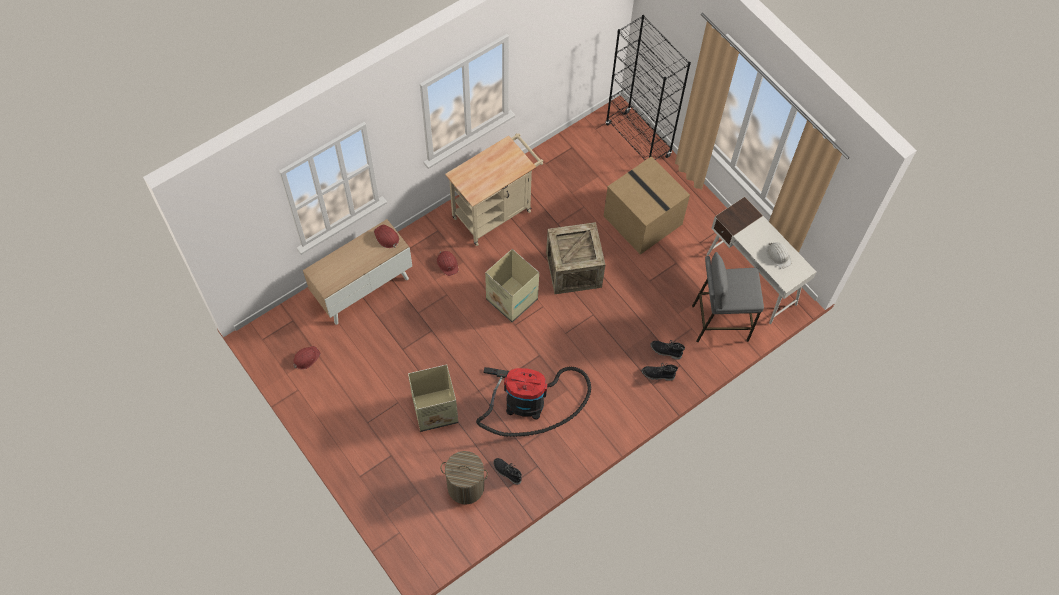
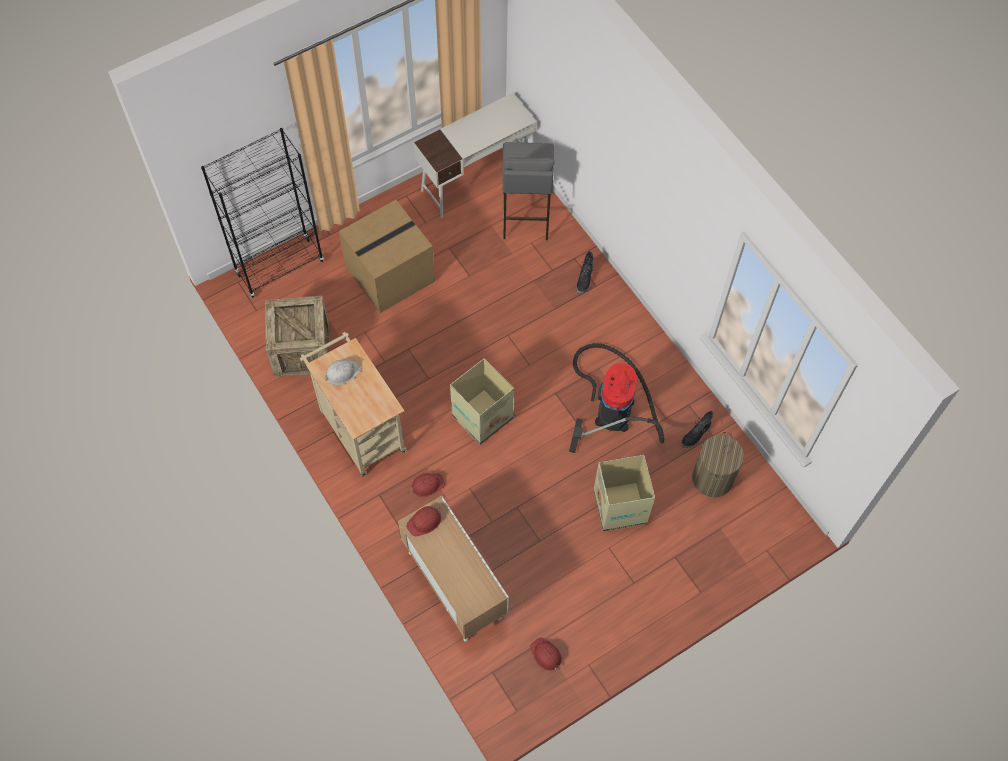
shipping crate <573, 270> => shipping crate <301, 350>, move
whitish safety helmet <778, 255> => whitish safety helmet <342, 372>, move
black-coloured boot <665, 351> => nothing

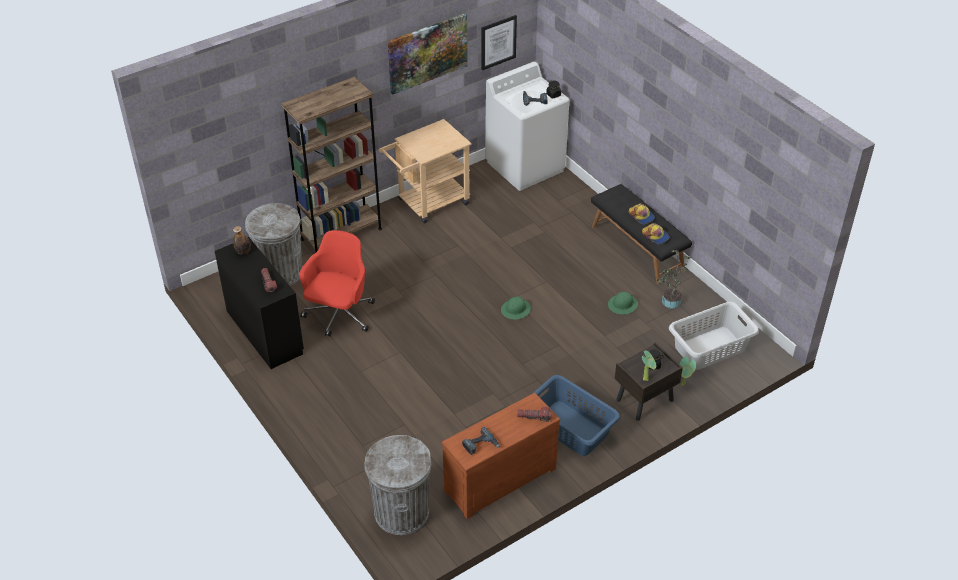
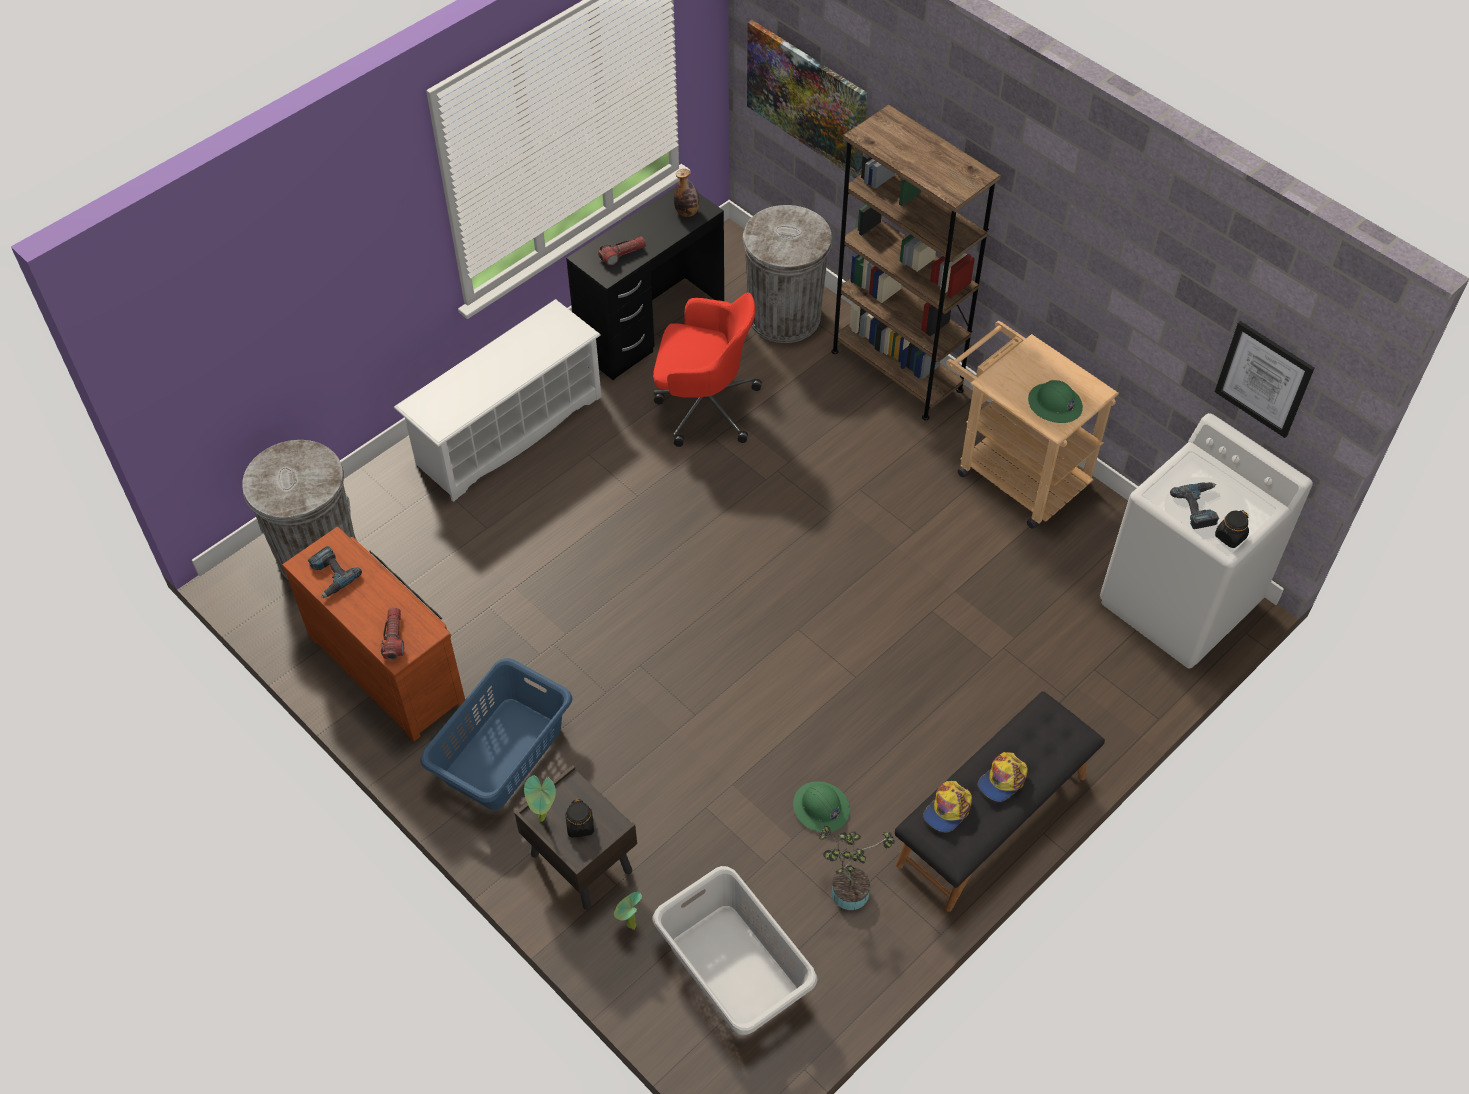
wall art <427, 53> => wall art <806, 98>, move
green safety helmet <516, 310> => green safety helmet <1054, 404>, move
nothing => whitish shoe stand <509, 430>

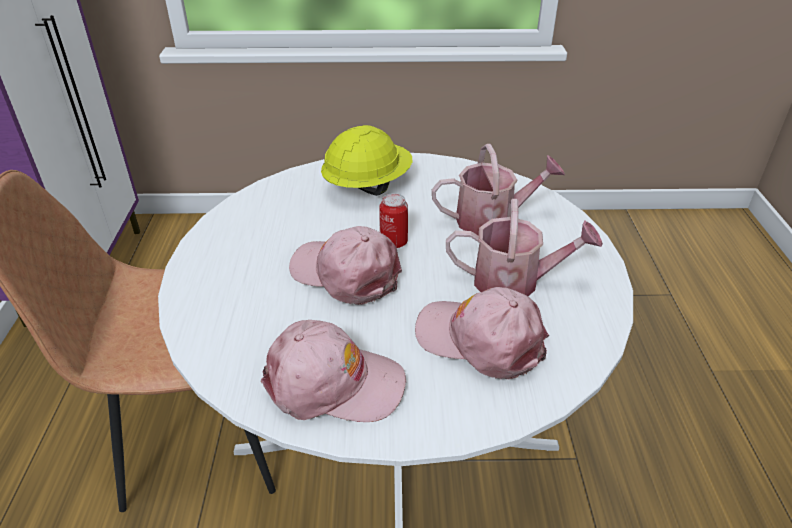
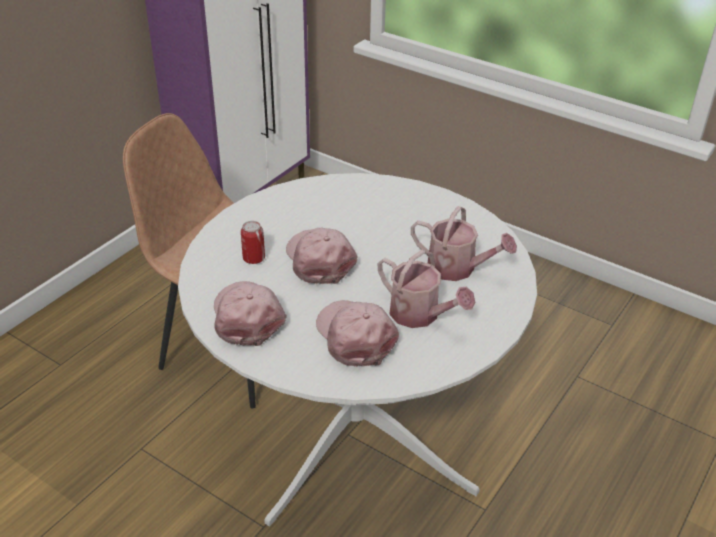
yellow-coloured safety helmet <367, 186> => nothing
sealed can <393, 242> => sealed can <254, 259>, move
pink-coloured peaked cap <333, 383> => pink-coloured peaked cap <247, 317>, 150 degrees counterclockwise

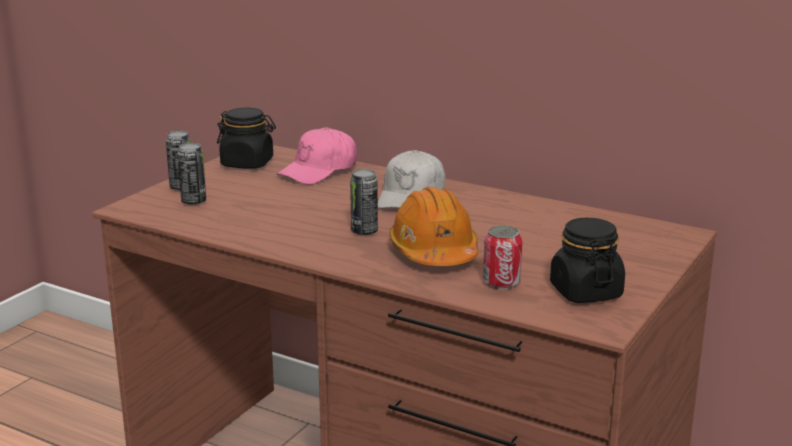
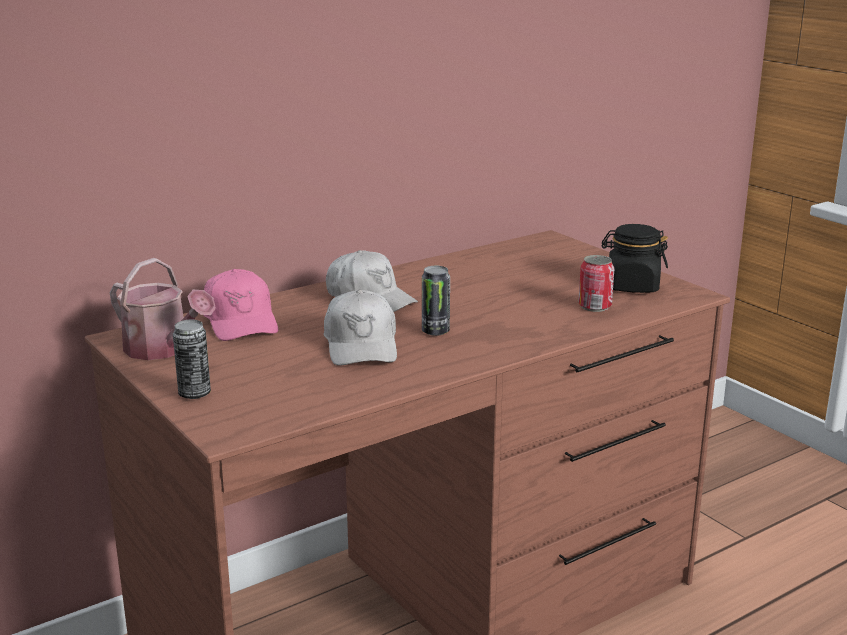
black-coloured jar <247, 163> => sprinkling can <162, 349>
sealed can <193, 201> => nothing
orange safety helmet <434, 252> => nothing
nothing => whitish peaked cap <361, 345>

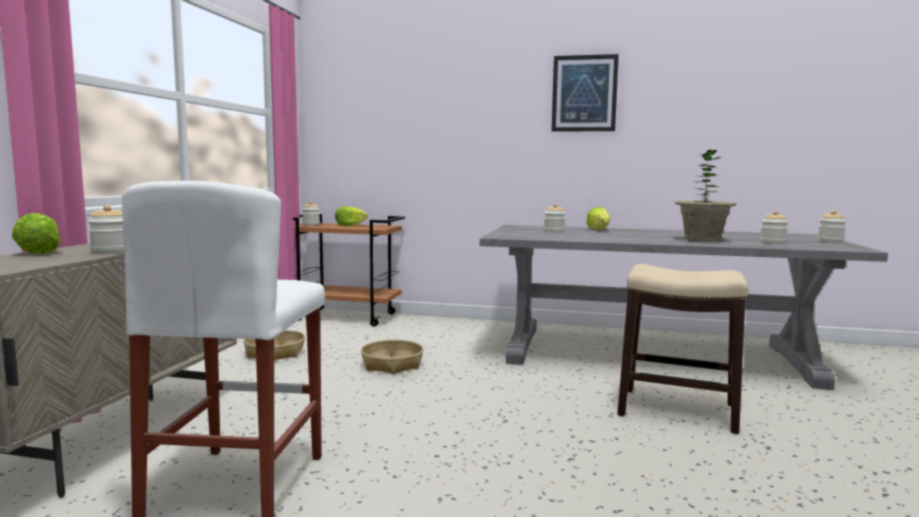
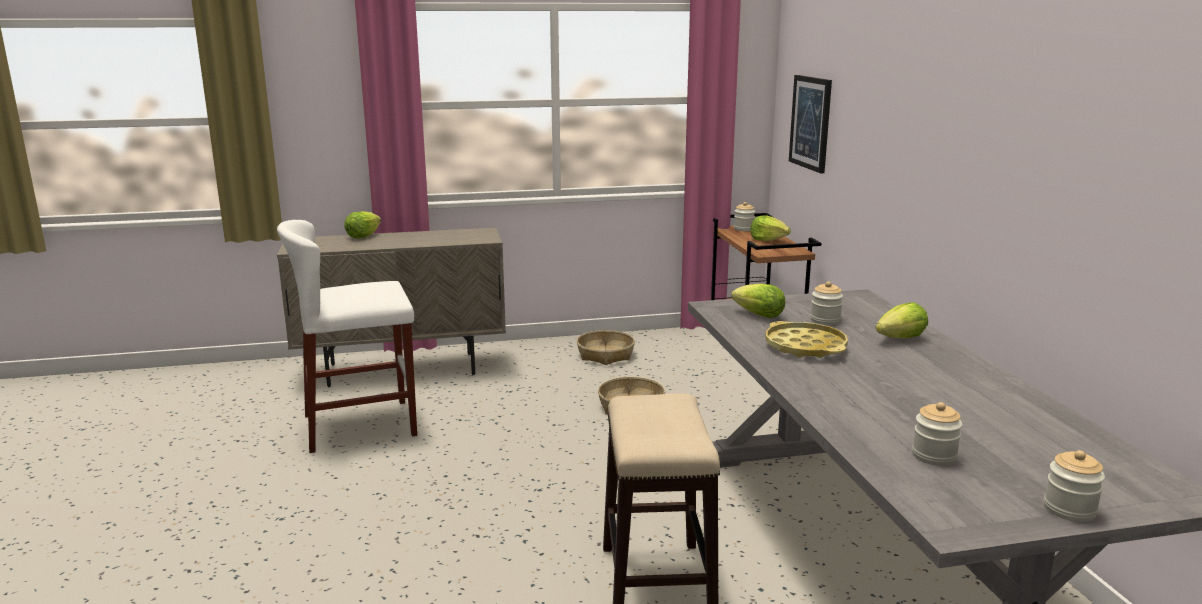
wall art <584, 93> => wall art <811, 122>, move
plant in a pot <702, 240> => nothing
jar <110, 252> => nothing
nothing => lettuce <759, 315>
nothing => yellow-coloured tray <805, 347>

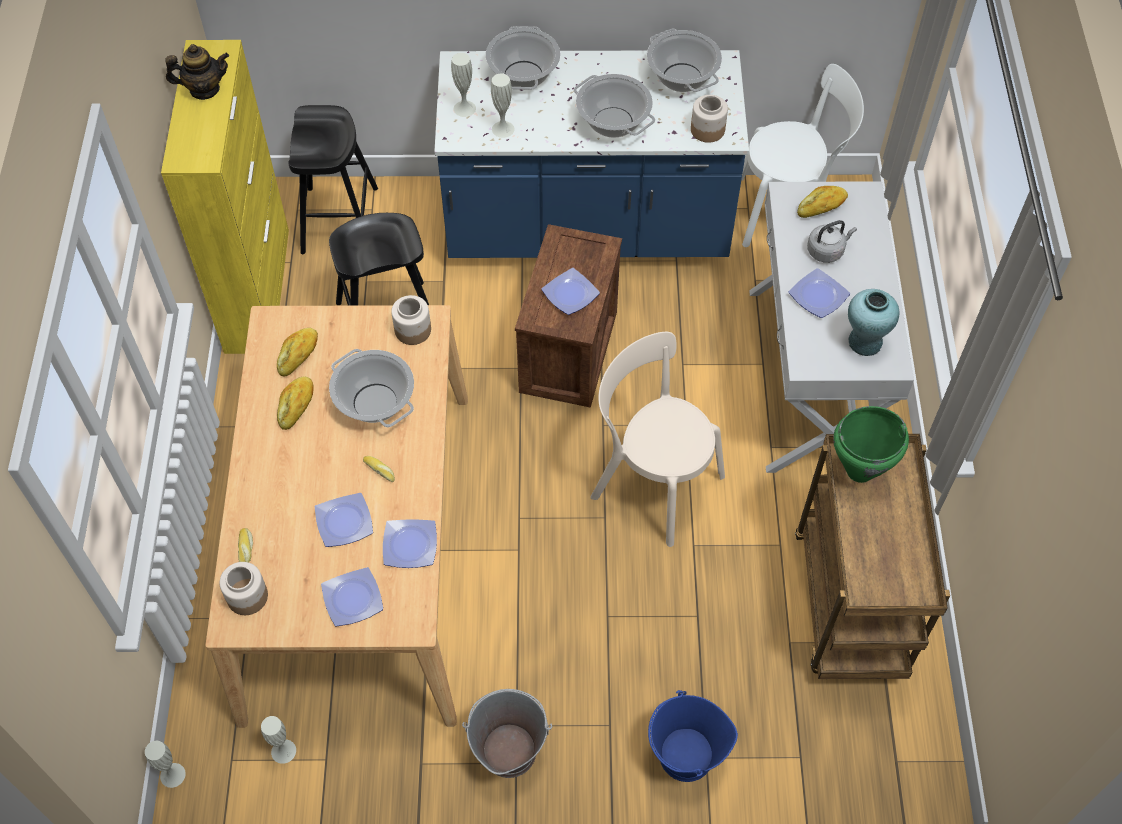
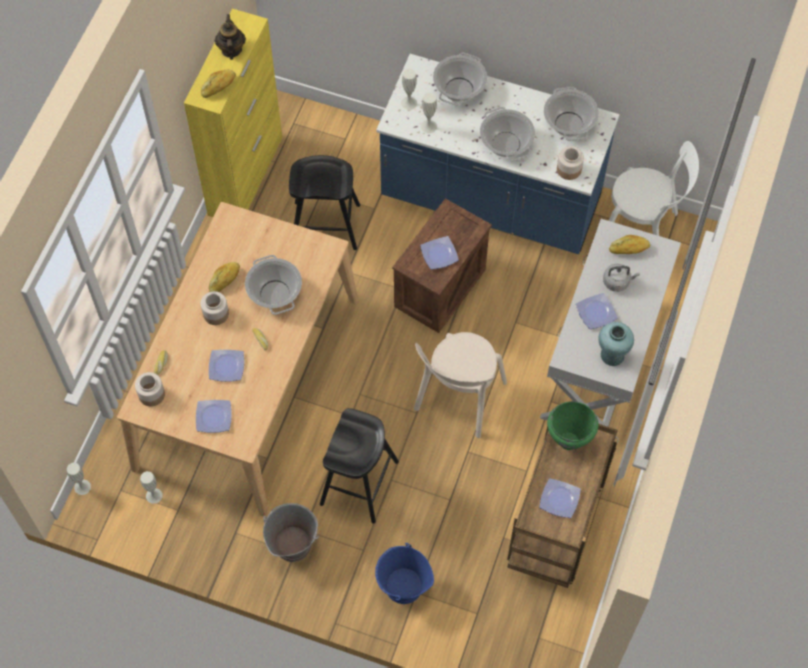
teapot <204, 89> => teapot <231, 50>, 105 degrees counterclockwise
black-coloured sitting stool <339, 220> => black-coloured sitting stool <359, 482>, move
jar <413, 330> => jar <216, 314>, move
baked bread <299, 356> => baked bread <219, 87>, move
beige-coloured plain chair <652, 482> => beige-coloured plain chair <458, 399>, 120 degrees counterclockwise
flat dish <411, 544> => flat dish <560, 499>, move

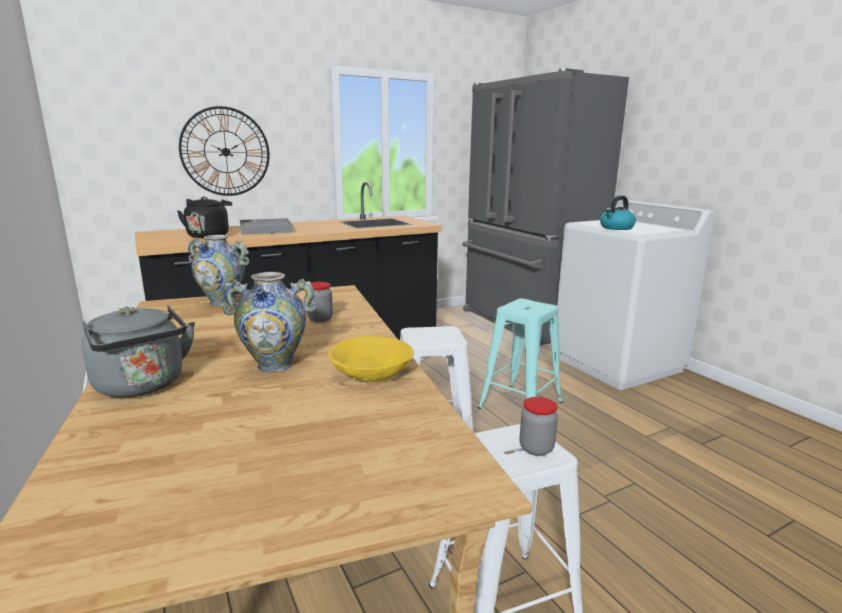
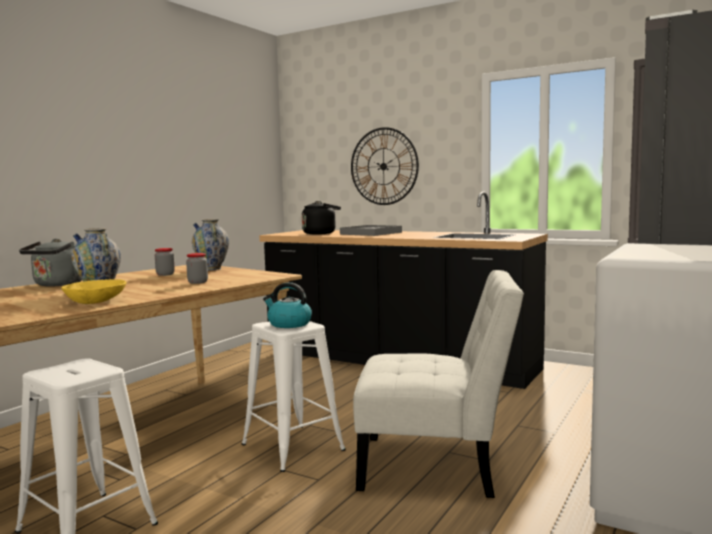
kettle <616, 228> => kettle <289, 324>, move
turquoise-coloured sitting stool <520, 405> => whitish plain chair <436, 466>
jar <536, 448> => jar <165, 274>, move

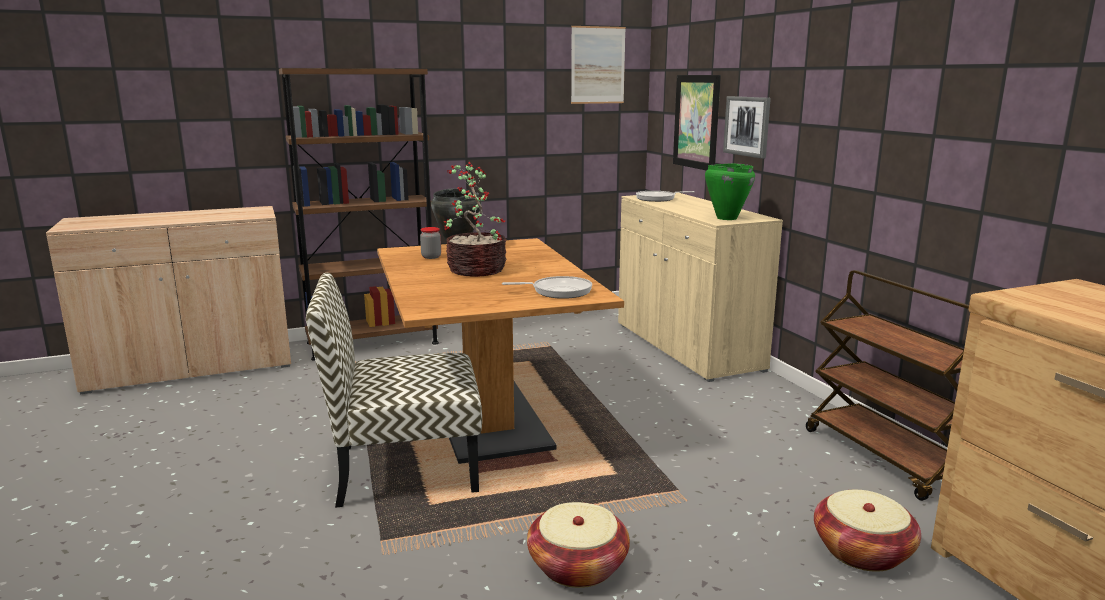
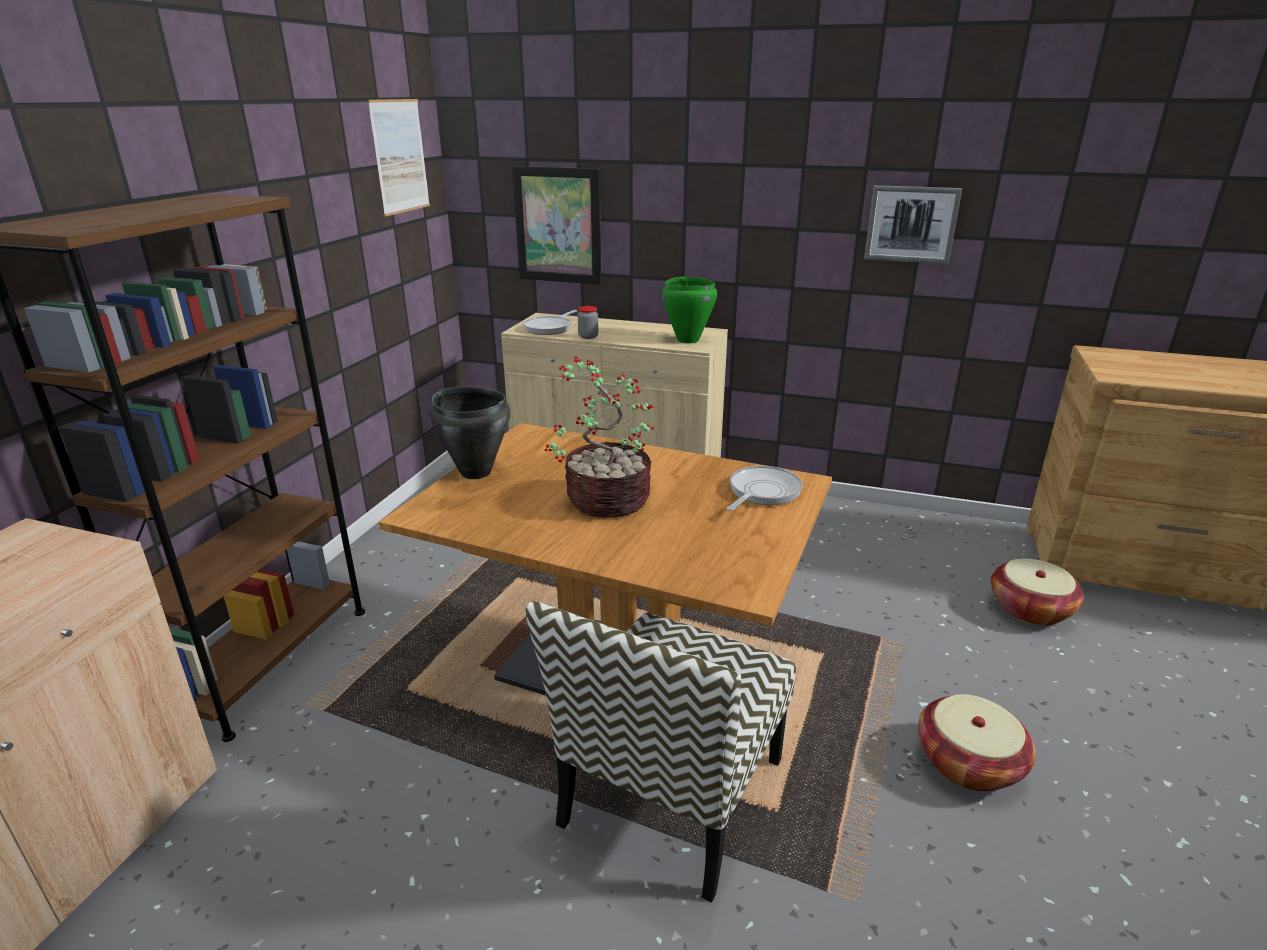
wall art <747, 126> => wall art <911, 224>, move
jar <431, 257> => jar <588, 336>, move
brownish trolley <886, 458> => nothing

